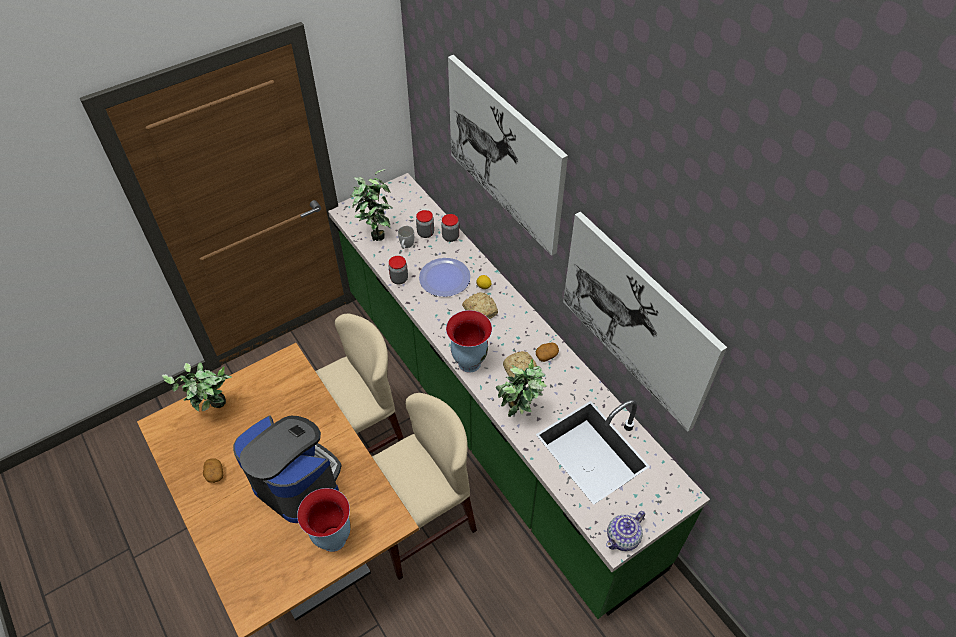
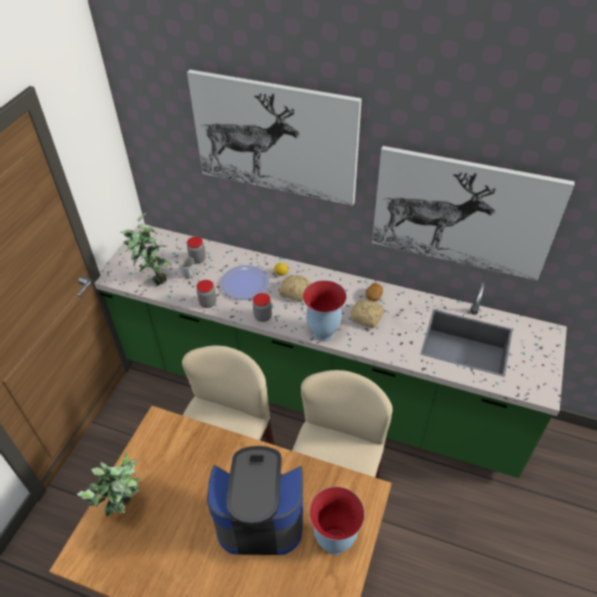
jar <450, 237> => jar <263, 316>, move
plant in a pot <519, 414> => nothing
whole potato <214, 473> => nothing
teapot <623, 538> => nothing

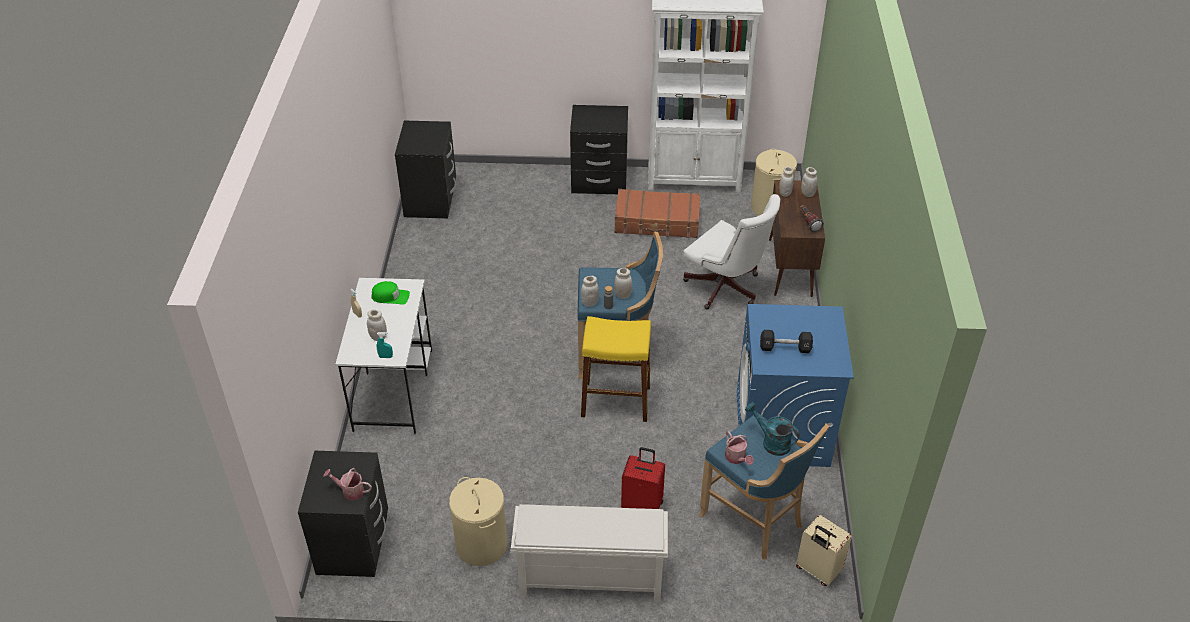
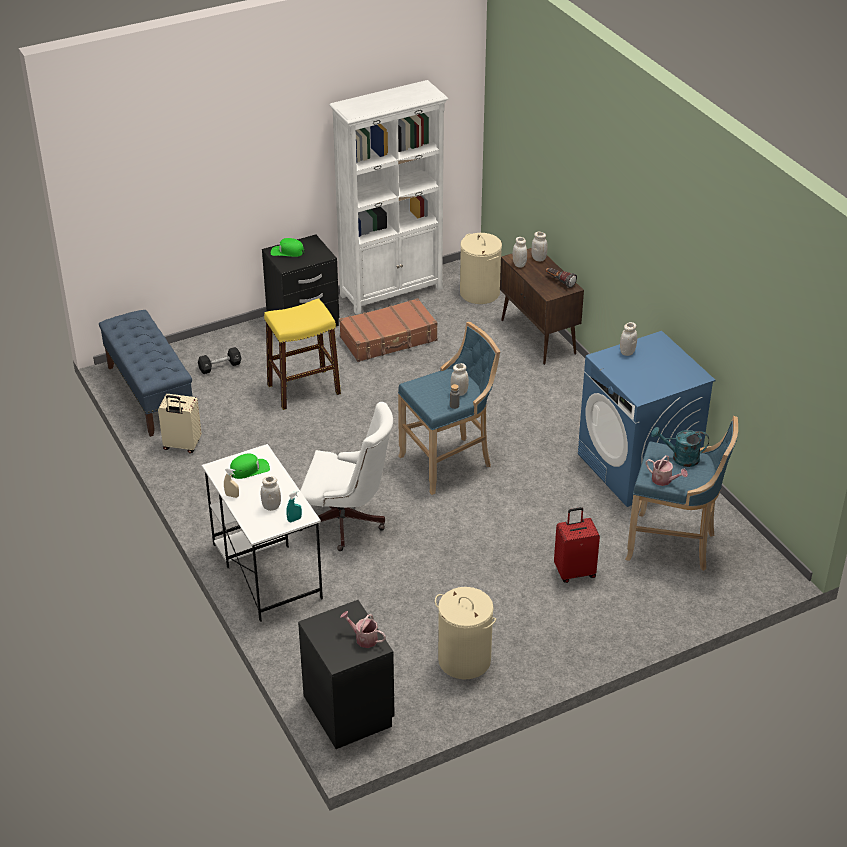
black-coloured nightstand <431, 200> => blue-coloured bench <150, 394>
whitish computer chair <726, 289> => whitish computer chair <347, 523>, move
whitish jar <590, 303> => whitish jar <627, 352>, move
yellow-coloured sitting stool <616, 401> => yellow-coloured sitting stool <304, 389>, move
black-coloured free weight <785, 348> => black-coloured free weight <220, 366>, move
sprinkling can <350, 491> => sprinkling can <363, 638>, 45 degrees clockwise
whitish shoe stand <589, 579> => nothing
beige-coloured piece of luggage <817, 570> => beige-coloured piece of luggage <182, 446>, move
nothing => green peaked cap <287, 252>

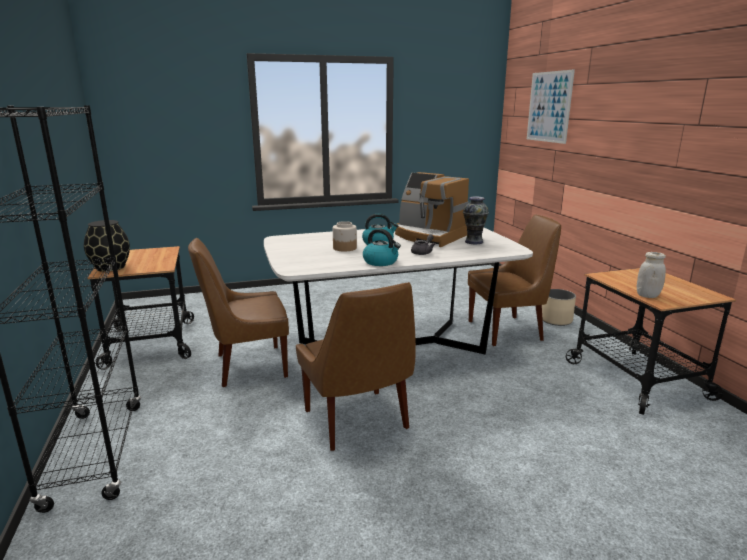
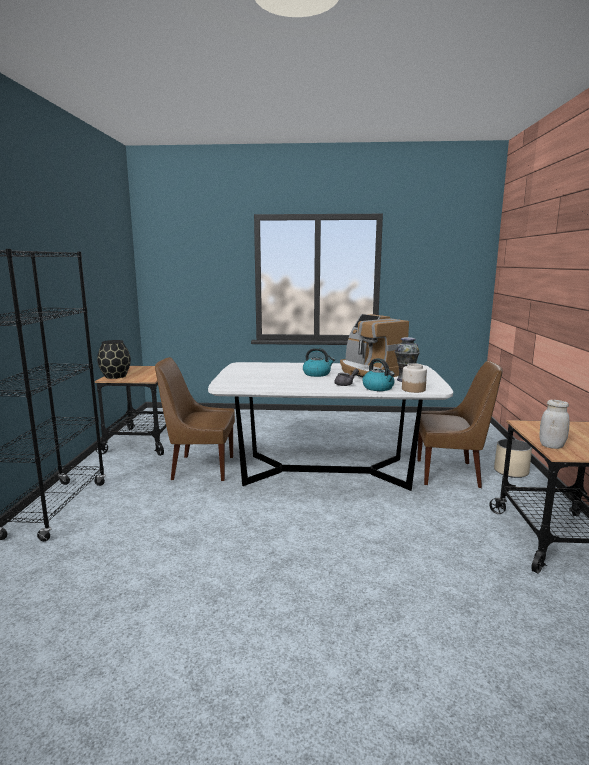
wall art <549, 107> => nothing
jar <345, 248> => jar <413, 389>, move
kettle <381, 262> => kettle <378, 388>, move
brownish plain chair <357, 421> => nothing

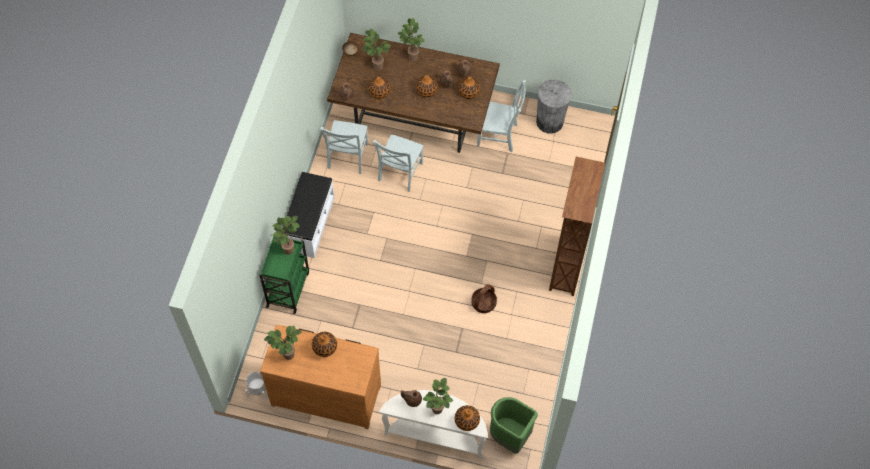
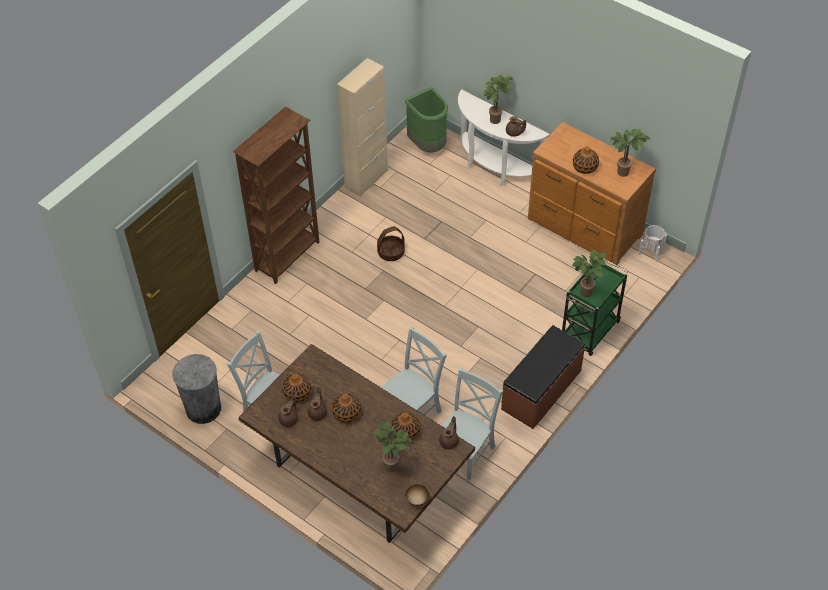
plant in a pot <411, 57> => nothing
whitish bench <309, 224> => brownish bench <542, 390>
vase <466, 421> => nothing
nothing => beige-coloured cupboard <366, 179>

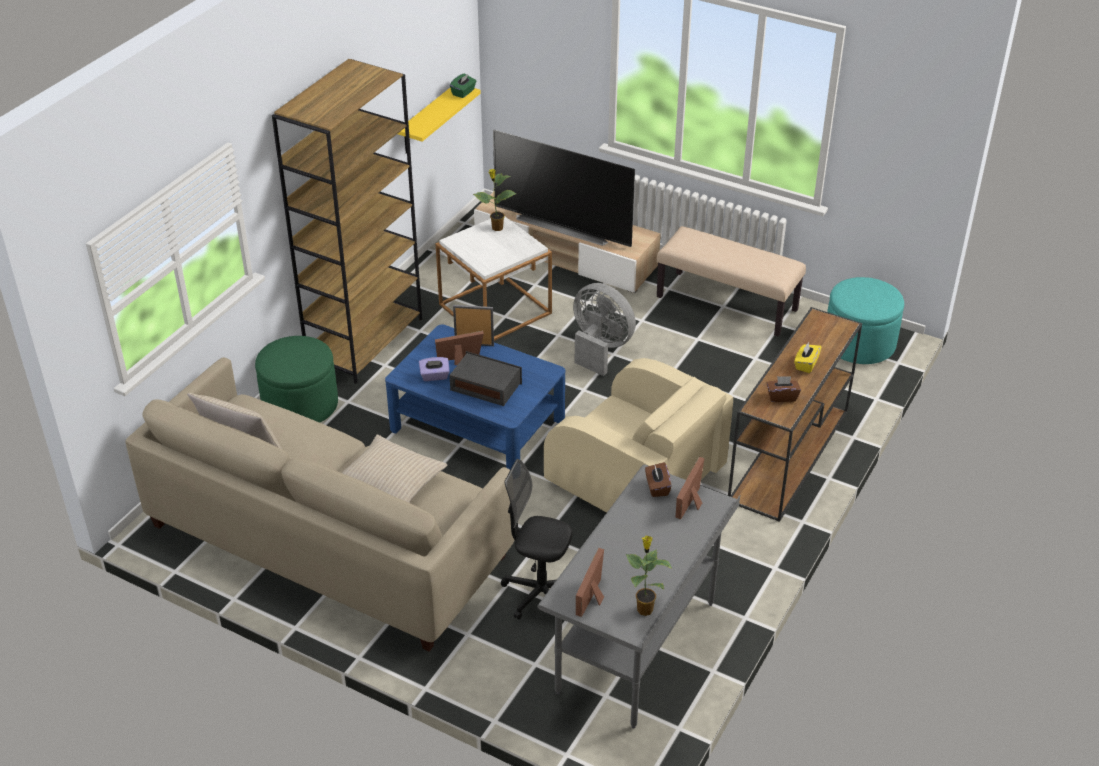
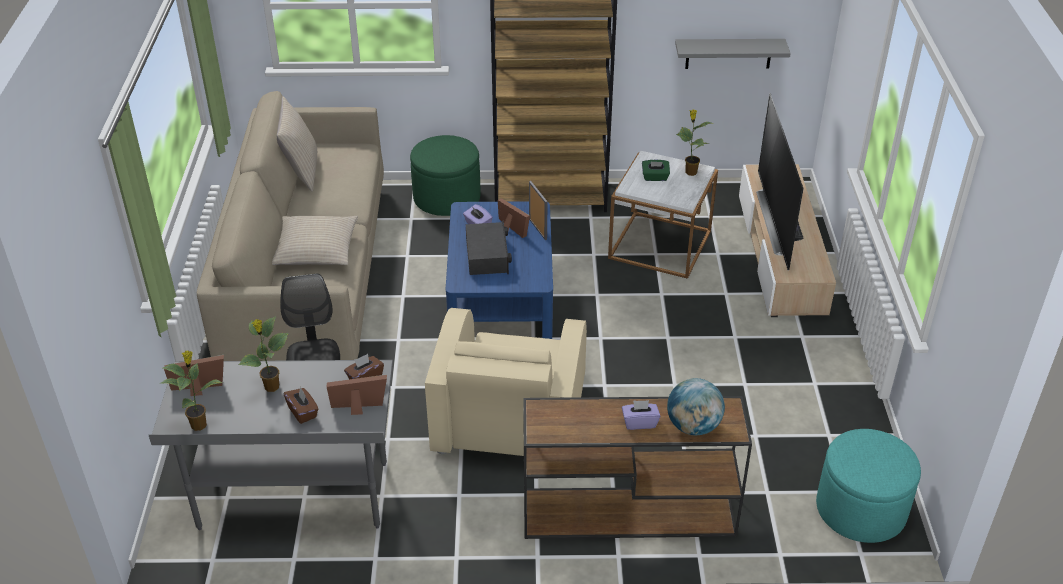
green box of tissues <463, 92> => green box of tissues <655, 177>, move
yellow-coloured wall shelf <427, 120> => gray wall shelf <728, 53>
beige-coloured bench <727, 303> => nothing
gray fan <600, 348> => nothing
yellow-coloured box of tissues <806, 364> => purplish box of tissues <639, 422>
brownish box of tissues <782, 397> => brownish box of tissues <303, 412>, move
nothing => plant in a pot <271, 387>
nothing => world globe <693, 426>

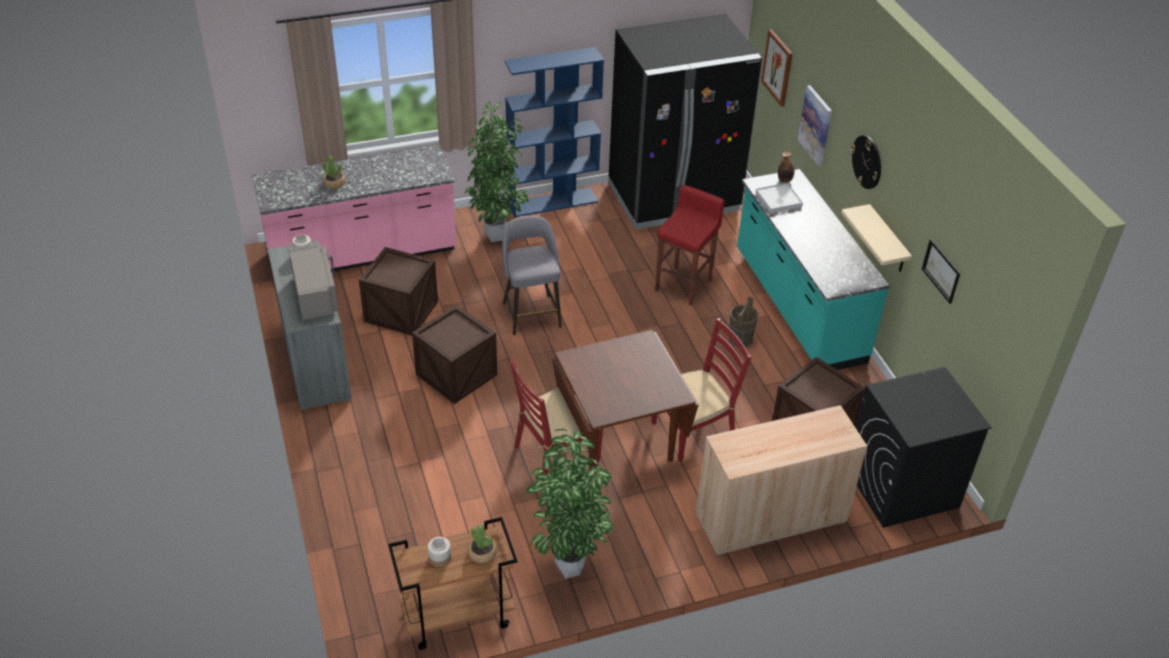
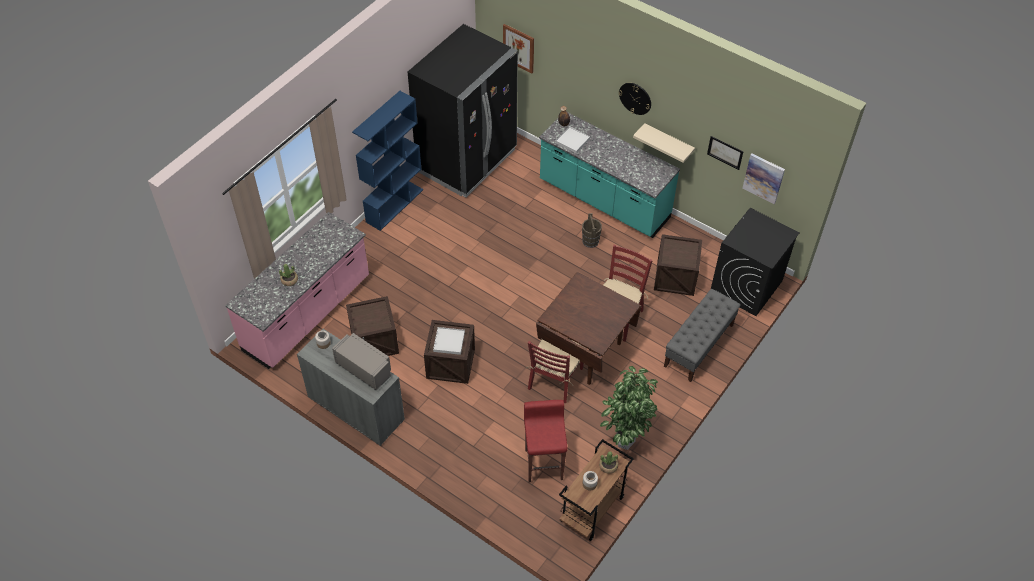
wall art <816, 125> => wall art <763, 178>, move
plant in a pot <498, 236> => nothing
reddish sitting stool <684, 285> => reddish sitting stool <544, 463>, move
gray sitting stool <531, 313> => nothing
beige-coloured cupboard <770, 518> => gray bench <698, 346>
nothing => whitish tray <449, 341>

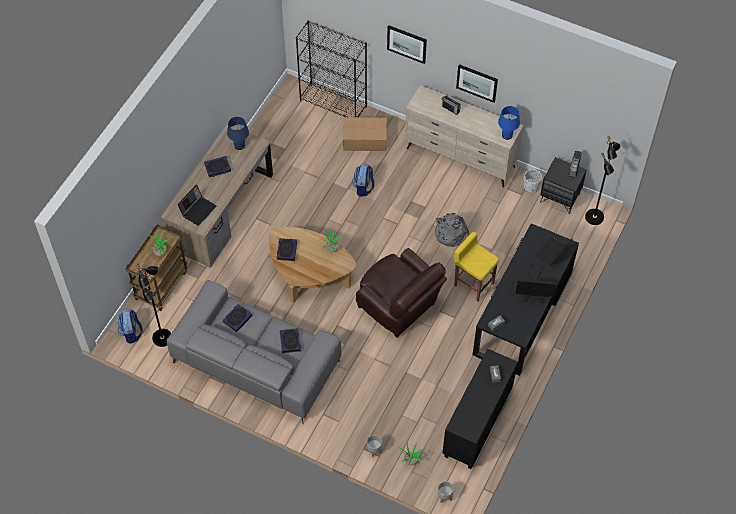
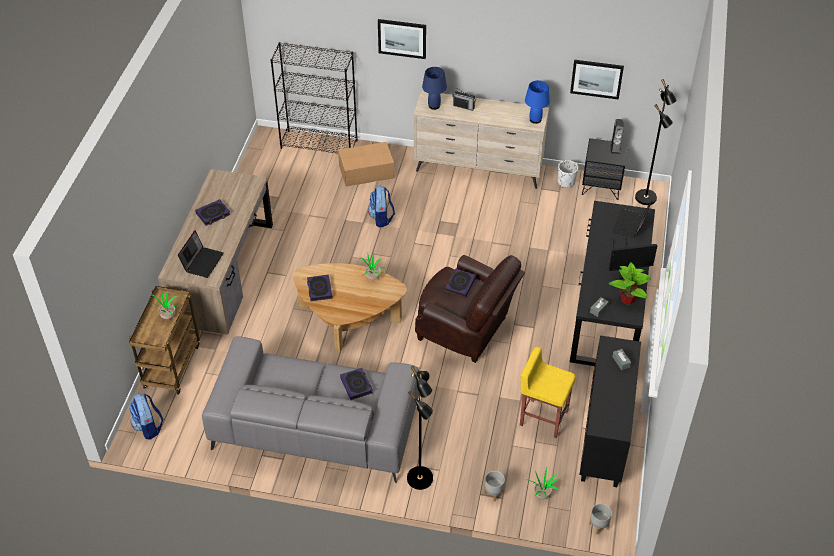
wall art <477, 82> => wall art <596, 78>, move
blue-coloured table lamp <240, 146> => blue-coloured table lamp <434, 106>, move
gray rucksack <449, 233> => nothing
yellow-coloured sitting stool <473, 284> => yellow-coloured sitting stool <543, 418>, move
black-coloured standard lamp <163, 338> => black-coloured standard lamp <421, 478>, move
book <237, 319> => book <460, 284>, move
nothing => plant in a pot <628, 299>

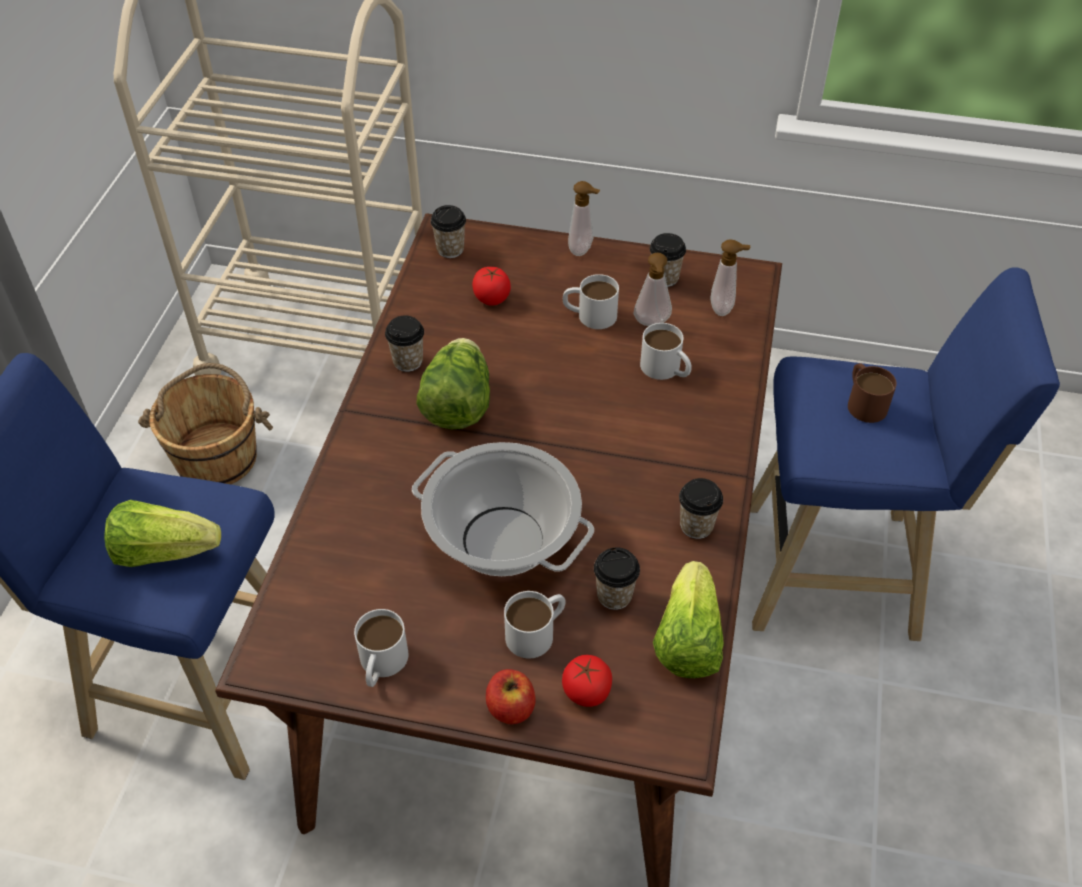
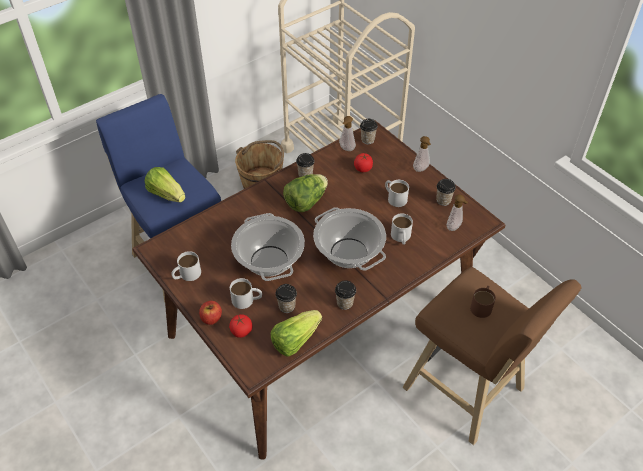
soap bottle <652, 324> => soap bottle <346, 149>, move
blue-coloured sitting stool <840, 572> => brownish sitting stool <467, 392>
nothing => saucepot <348, 253>

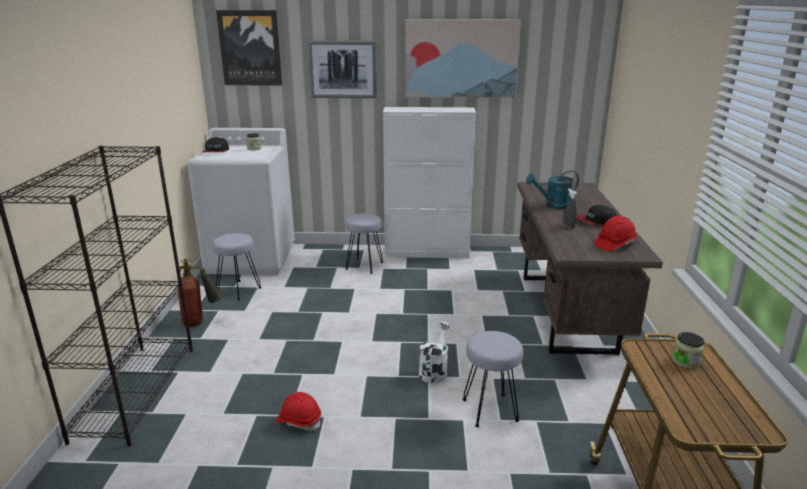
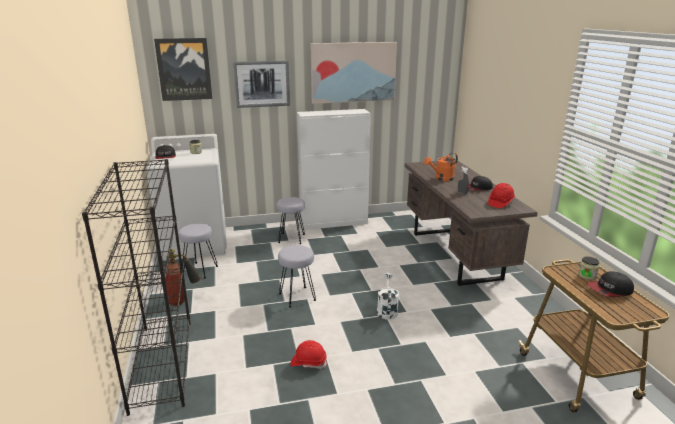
turquoise-coloured sprinkling can <553, 205> => orange sprinkling can <441, 179>
gray sitting stool <490, 409> => gray sitting stool <297, 296>, move
nothing => peaked cap <610, 290>

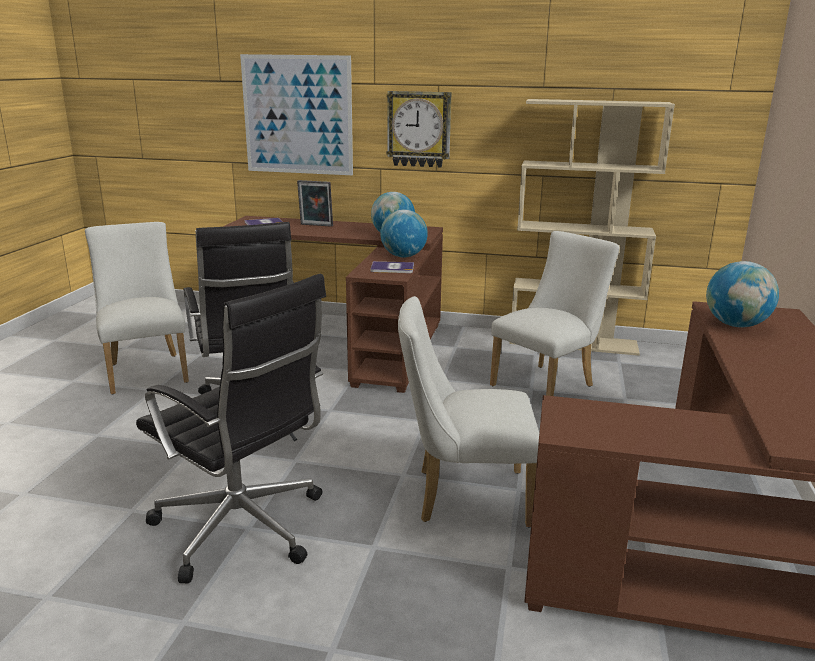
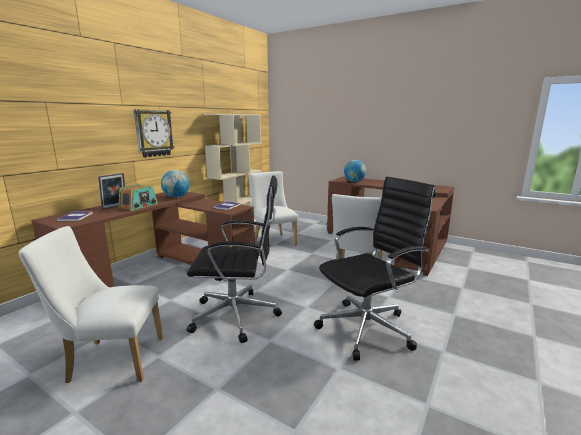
wall art <297, 115> => nothing
world globe <403, 256> => nothing
nothing => radio set <139, 206>

